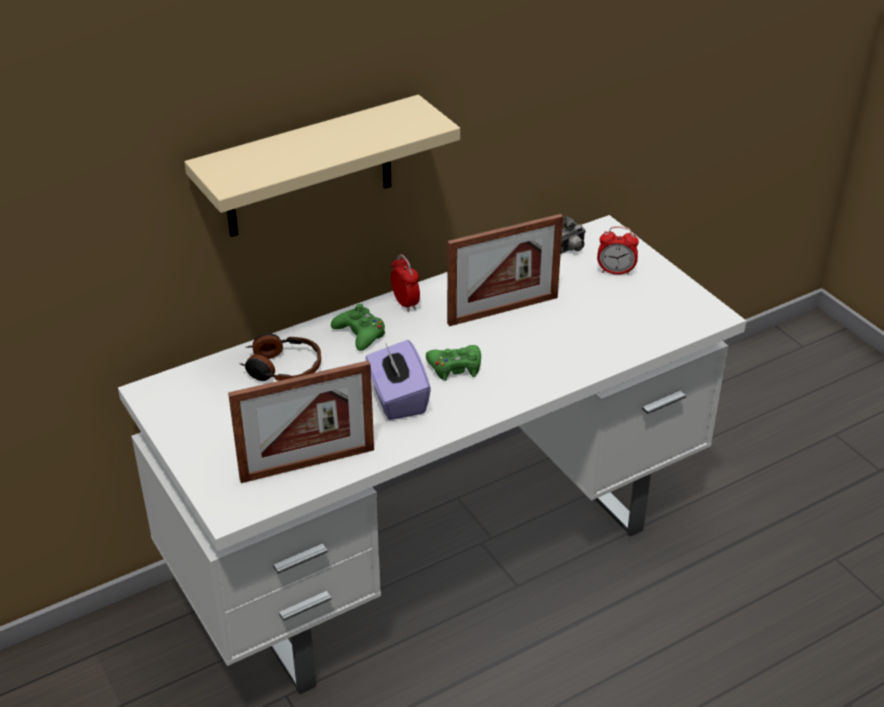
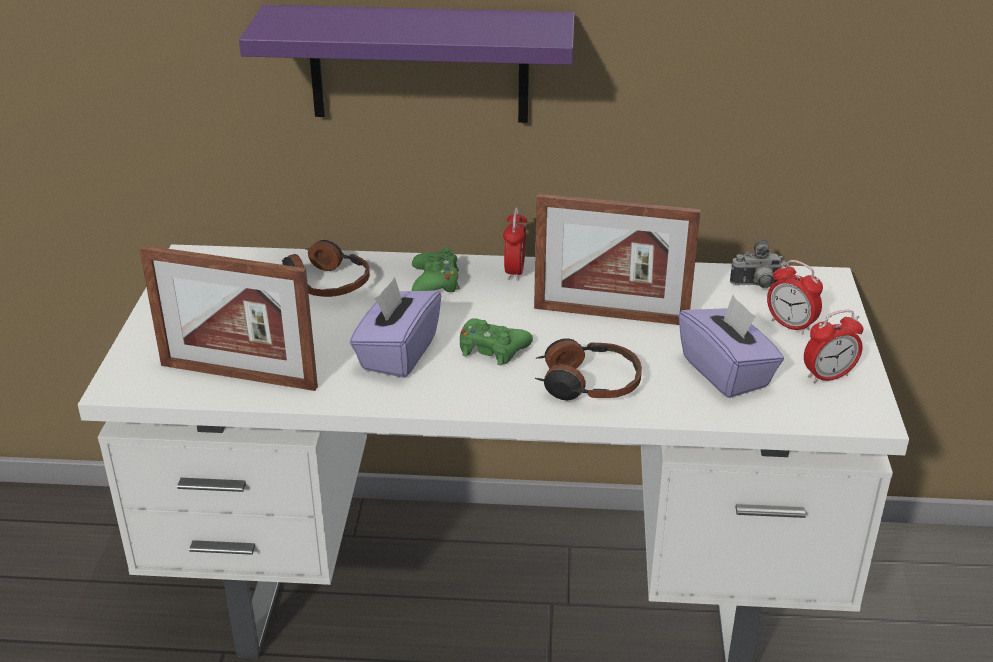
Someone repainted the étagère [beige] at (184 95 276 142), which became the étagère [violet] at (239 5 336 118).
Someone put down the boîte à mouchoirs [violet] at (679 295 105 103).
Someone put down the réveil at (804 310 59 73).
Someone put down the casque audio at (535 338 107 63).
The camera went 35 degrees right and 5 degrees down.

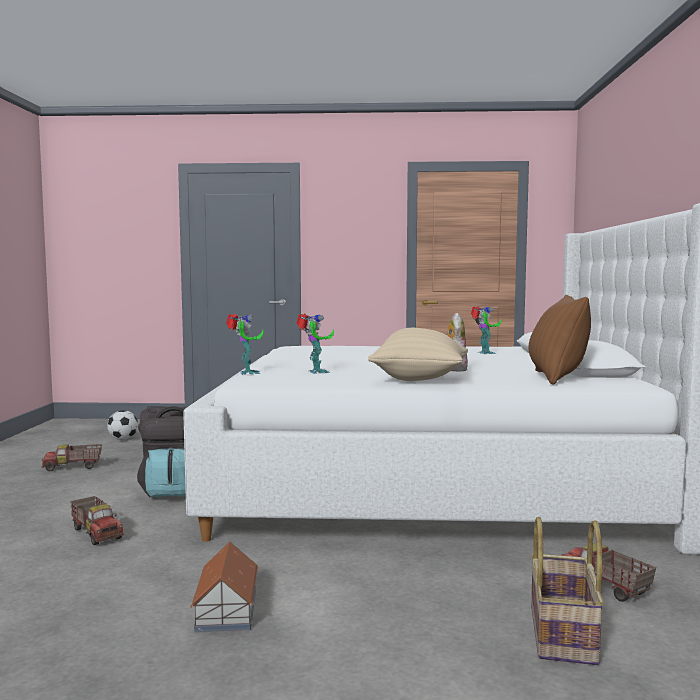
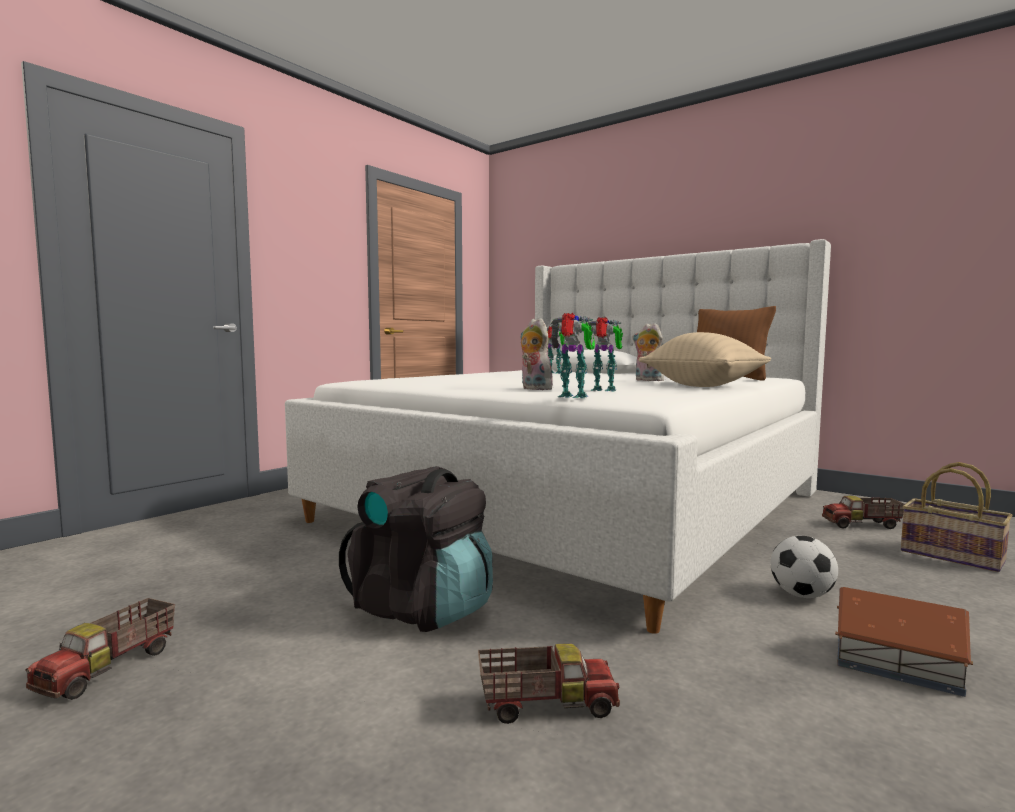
Someone carried the ballon de foot from (107 410 31 30) to (771 536 67 62).
Someone put down the peluche at (521 318 34 72).
The camera went 55 degrees left and 0 degrees up.

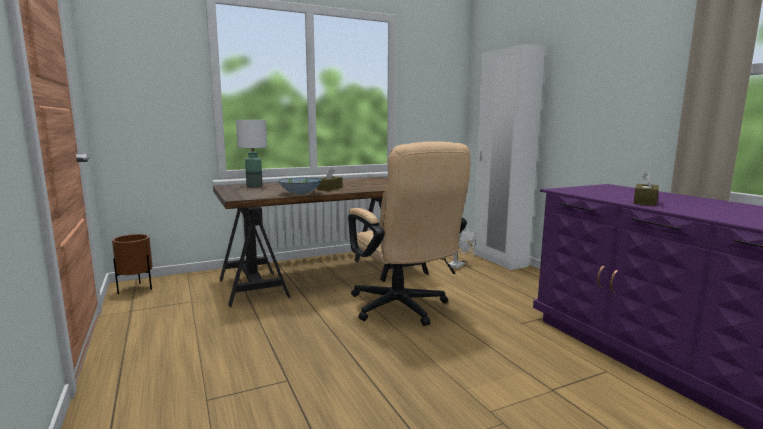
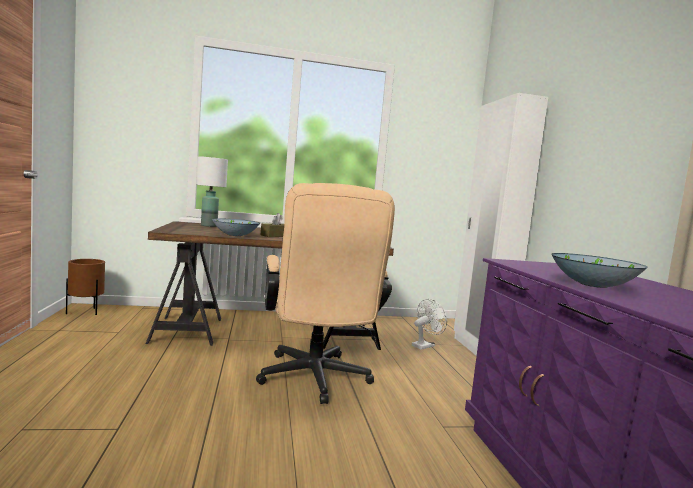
Someone swapped the boîte à mouchoirs [marron] at (633 171 26 35) for the bol at (551 253 96 35).
The camera went 15 degrees right and 5 degrees down.

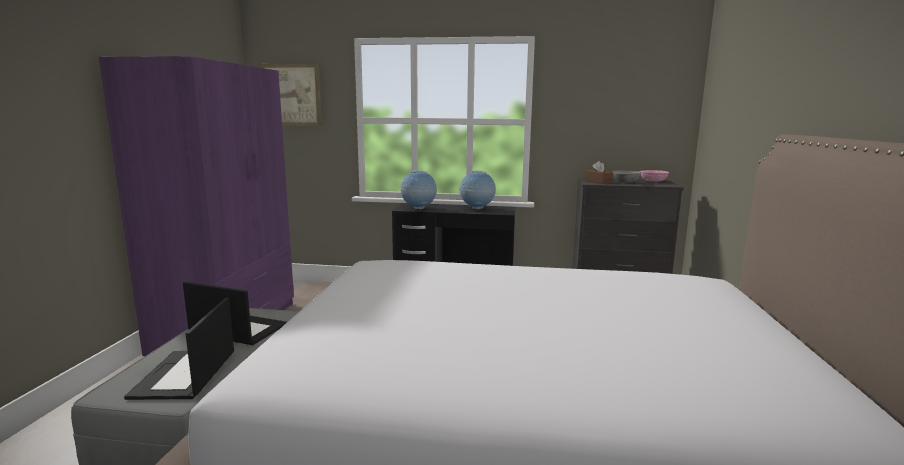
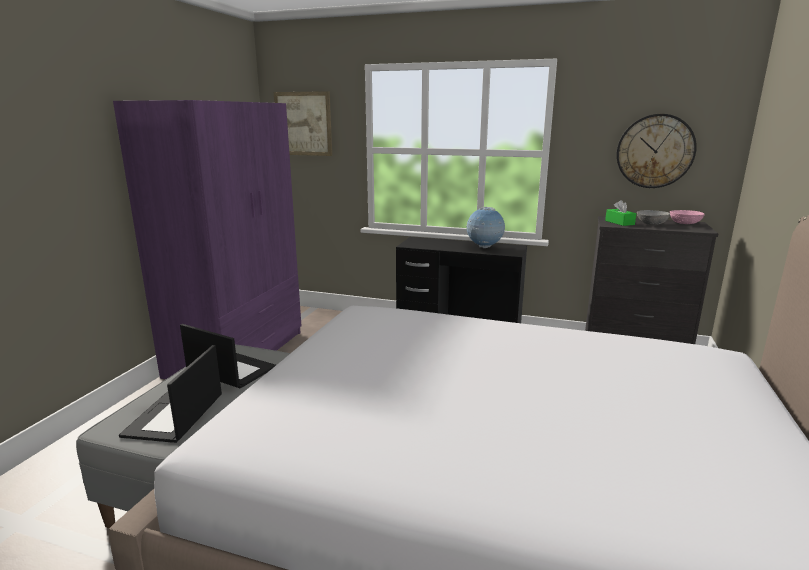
Someone repainted the boîte à mouchoirs [marron] at (585 161 28 23), which became the boîte à mouchoirs [vert] at (605 200 31 26).
Someone took away the globe at (400 170 37 39).
Someone put up the horloge murale at (616 114 81 74).
The camera went 10 degrees right and 5 degrees up.

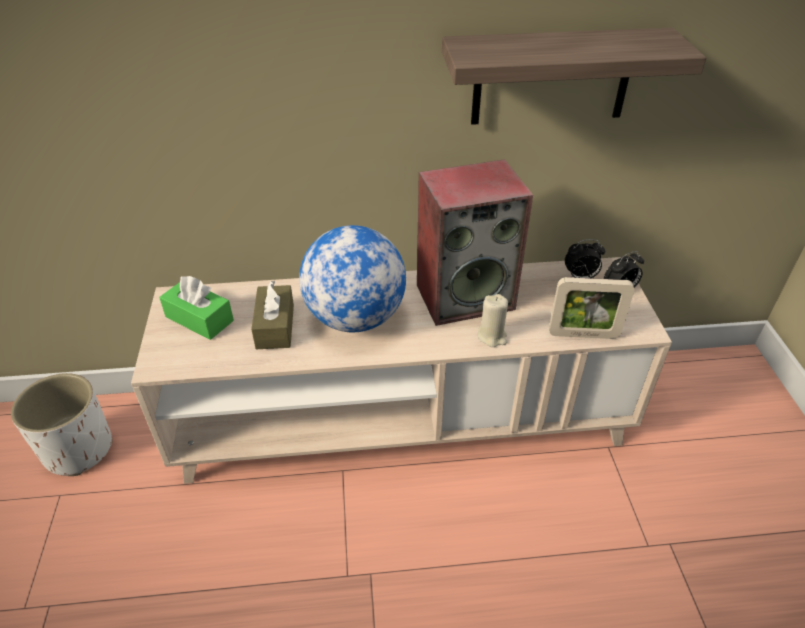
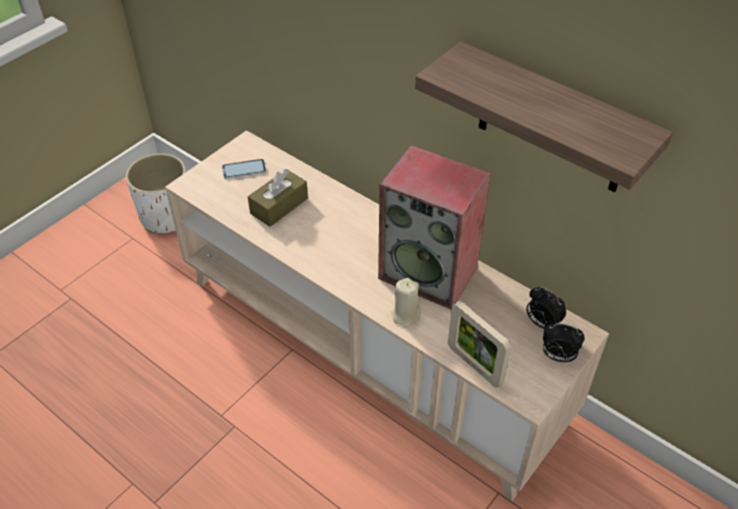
Someone took away the globe at (299 225 107 107).
Someone swapped the boîte à mouchoirs [vert] at (159 276 75 64) for the téléphone at (222 159 44 20).
The camera went 45 degrees right and 5 degrees up.

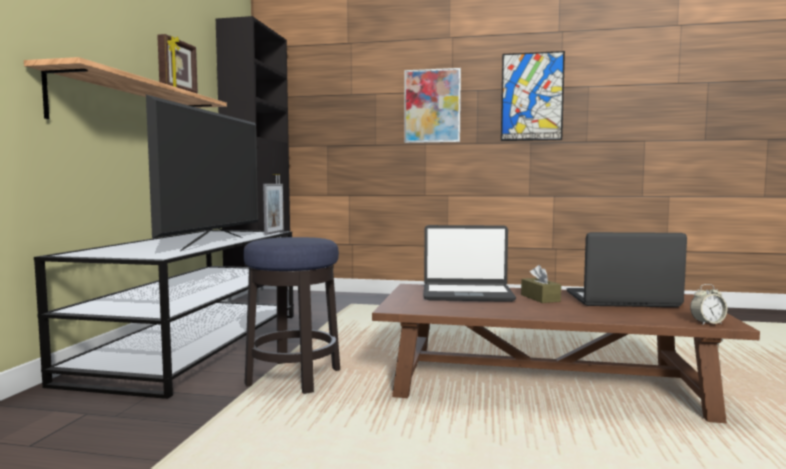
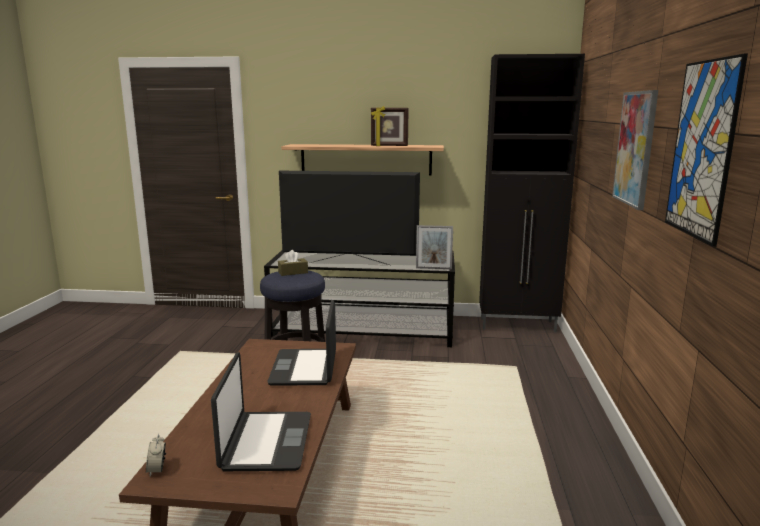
Someone carried the boîte à mouchoirs [marron] from (521 265 40 38) to (278 250 30 26).
The camera went 85 degrees right and 10 degrees up.

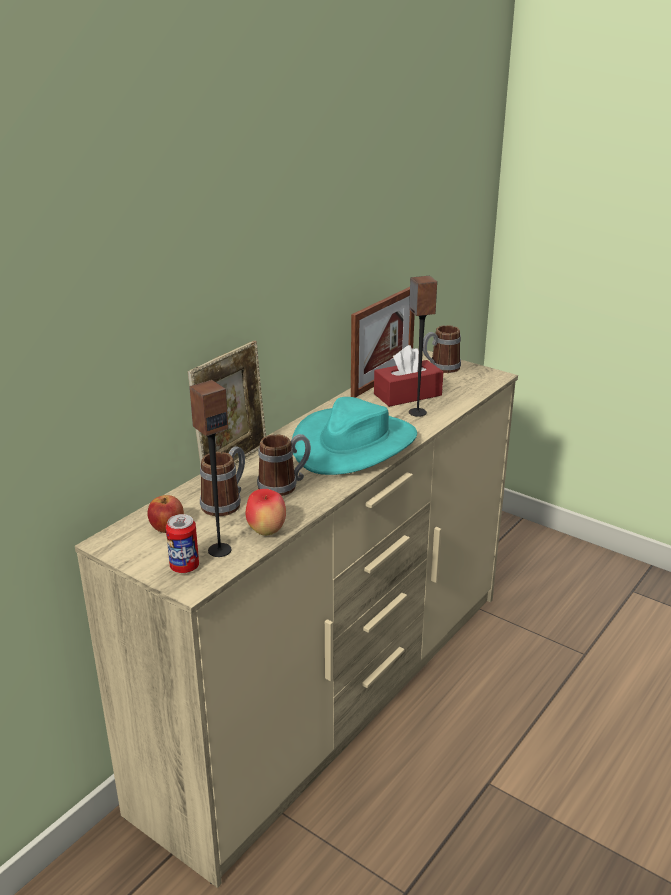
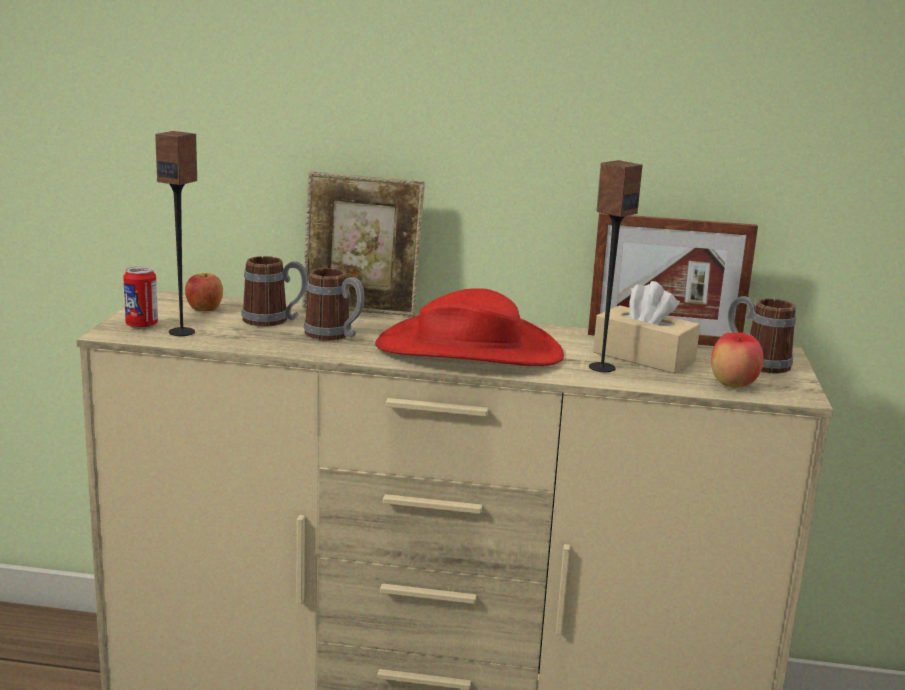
Someone repainted the boîte à mouchoirs [rouge] at (374 345 69 62), which became the boîte à mouchoirs [beige] at (593 281 107 93).
Someone repainted the chapeau [turquoise] at (292 397 125 78), which became the chapeau [rouge] at (375 288 189 78).
Someone carried the pomme from (246 489 40 47) to (711 332 53 56).
The camera went 60 degrees right and 10 degrees down.

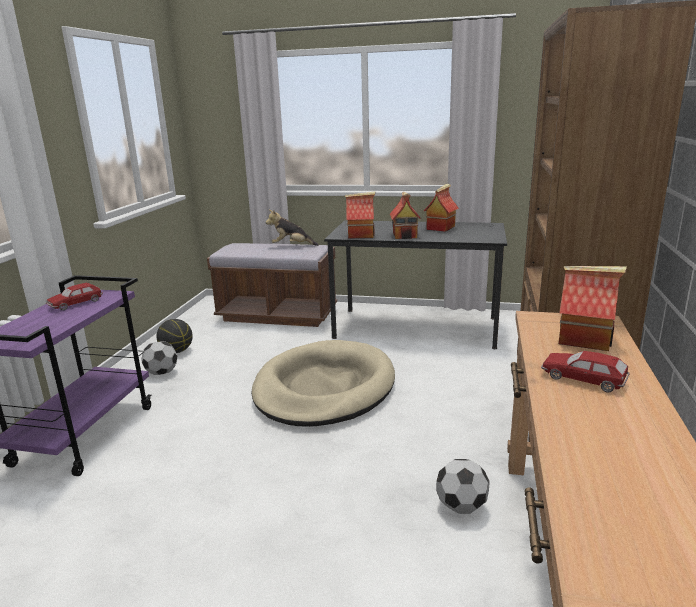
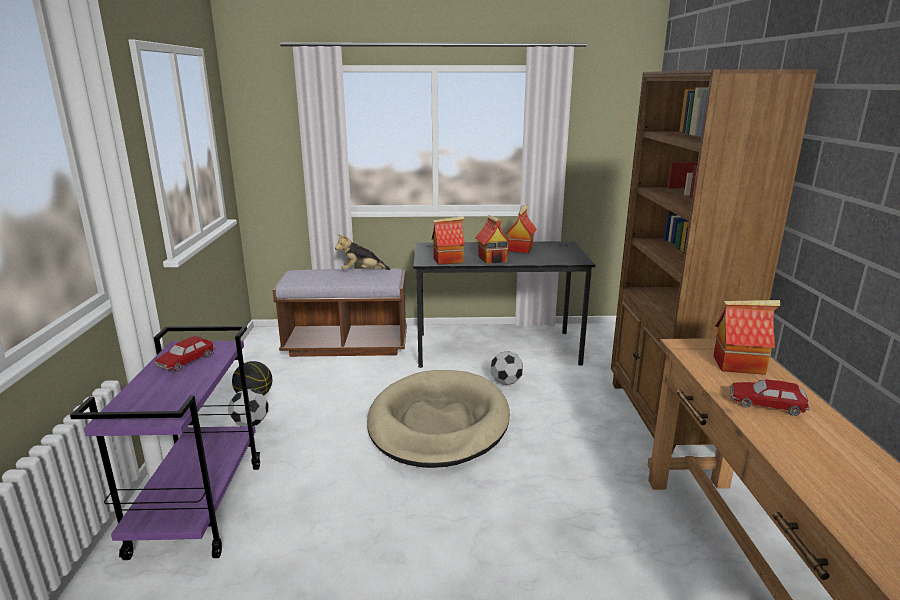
Someone carried the ballon de foot from (436 459 54 55) to (491 351 32 34).
The camera went 15 degrees left and 0 degrees up.

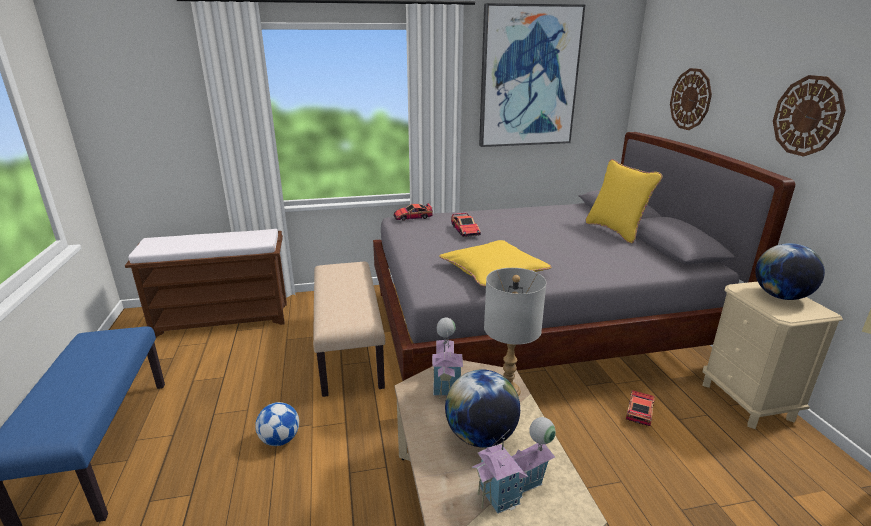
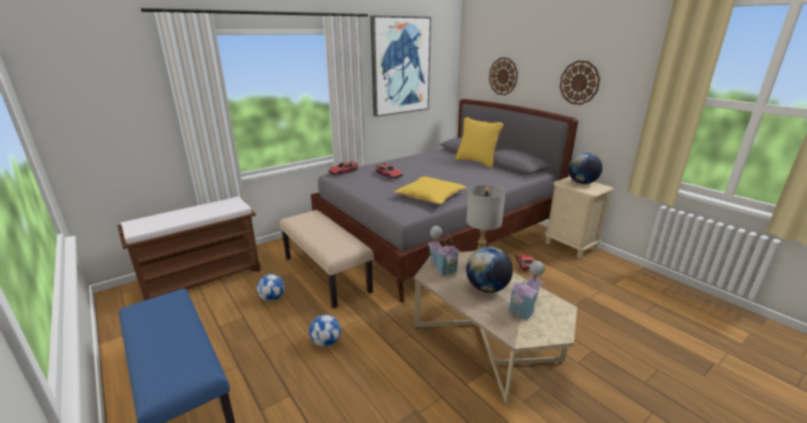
Someone put down the ballon de foot at (257 274 28 27).
The camera went 25 degrees left and 0 degrees up.

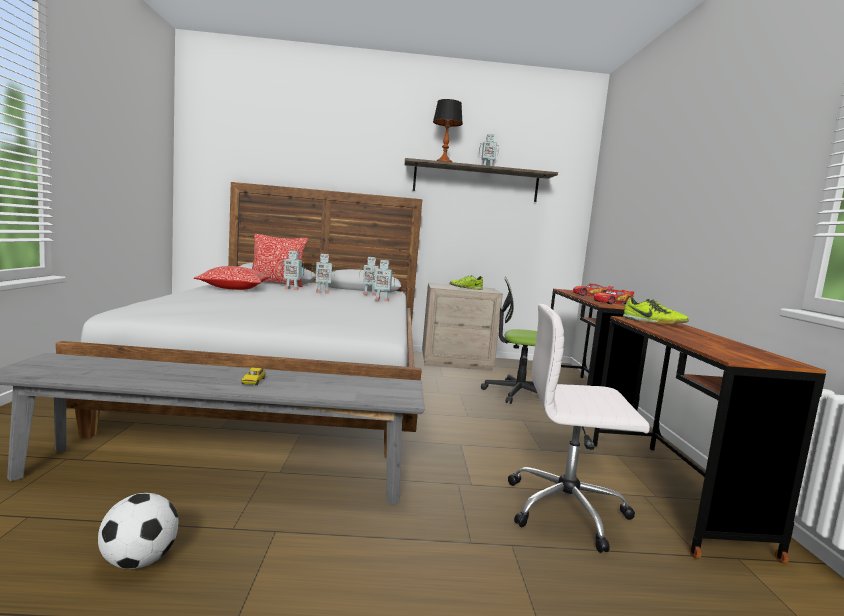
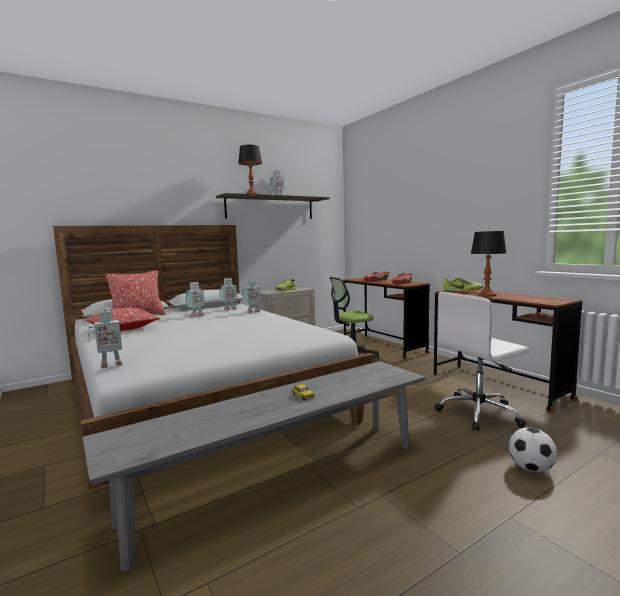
Someone carried the robot jouet from (281 250 23 40) to (88 308 38 60).
Someone carried the ballon de foot from (98 493 80 76) to (509 427 48 45).
Someone put down the lampe de table at (471 231 35 66).
The camera went 30 degrees left and 0 degrees up.

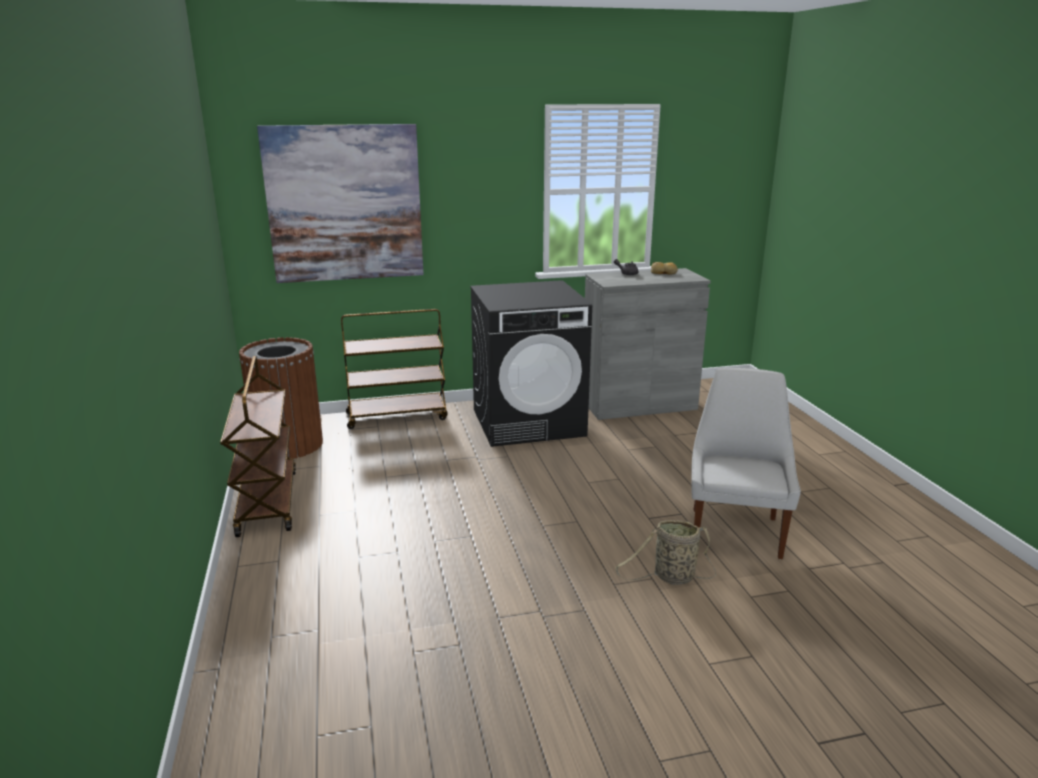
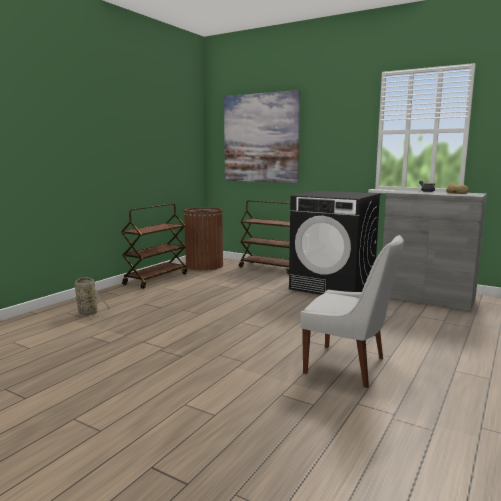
Someone rotated the chaise [blanc] at (691 368 110 191) by 60 degrees clockwise.
Someone carried the panier from (615 520 101 65) to (70 277 41 40).
The camera went 45 degrees right and 10 degrees down.

